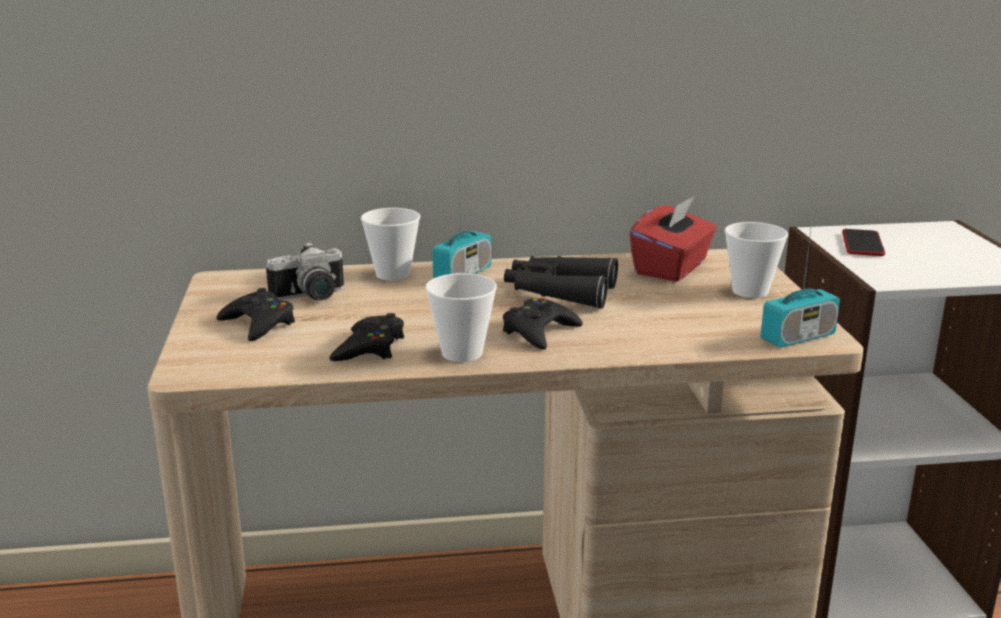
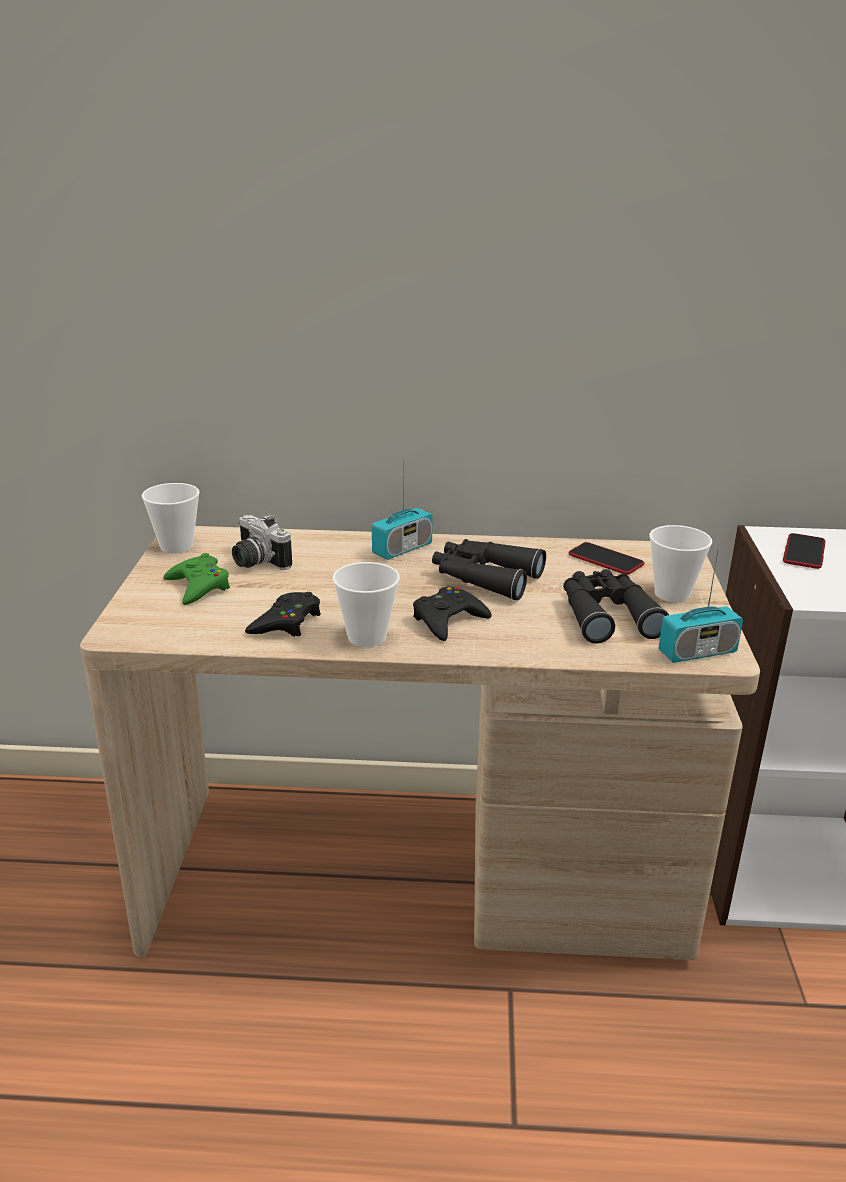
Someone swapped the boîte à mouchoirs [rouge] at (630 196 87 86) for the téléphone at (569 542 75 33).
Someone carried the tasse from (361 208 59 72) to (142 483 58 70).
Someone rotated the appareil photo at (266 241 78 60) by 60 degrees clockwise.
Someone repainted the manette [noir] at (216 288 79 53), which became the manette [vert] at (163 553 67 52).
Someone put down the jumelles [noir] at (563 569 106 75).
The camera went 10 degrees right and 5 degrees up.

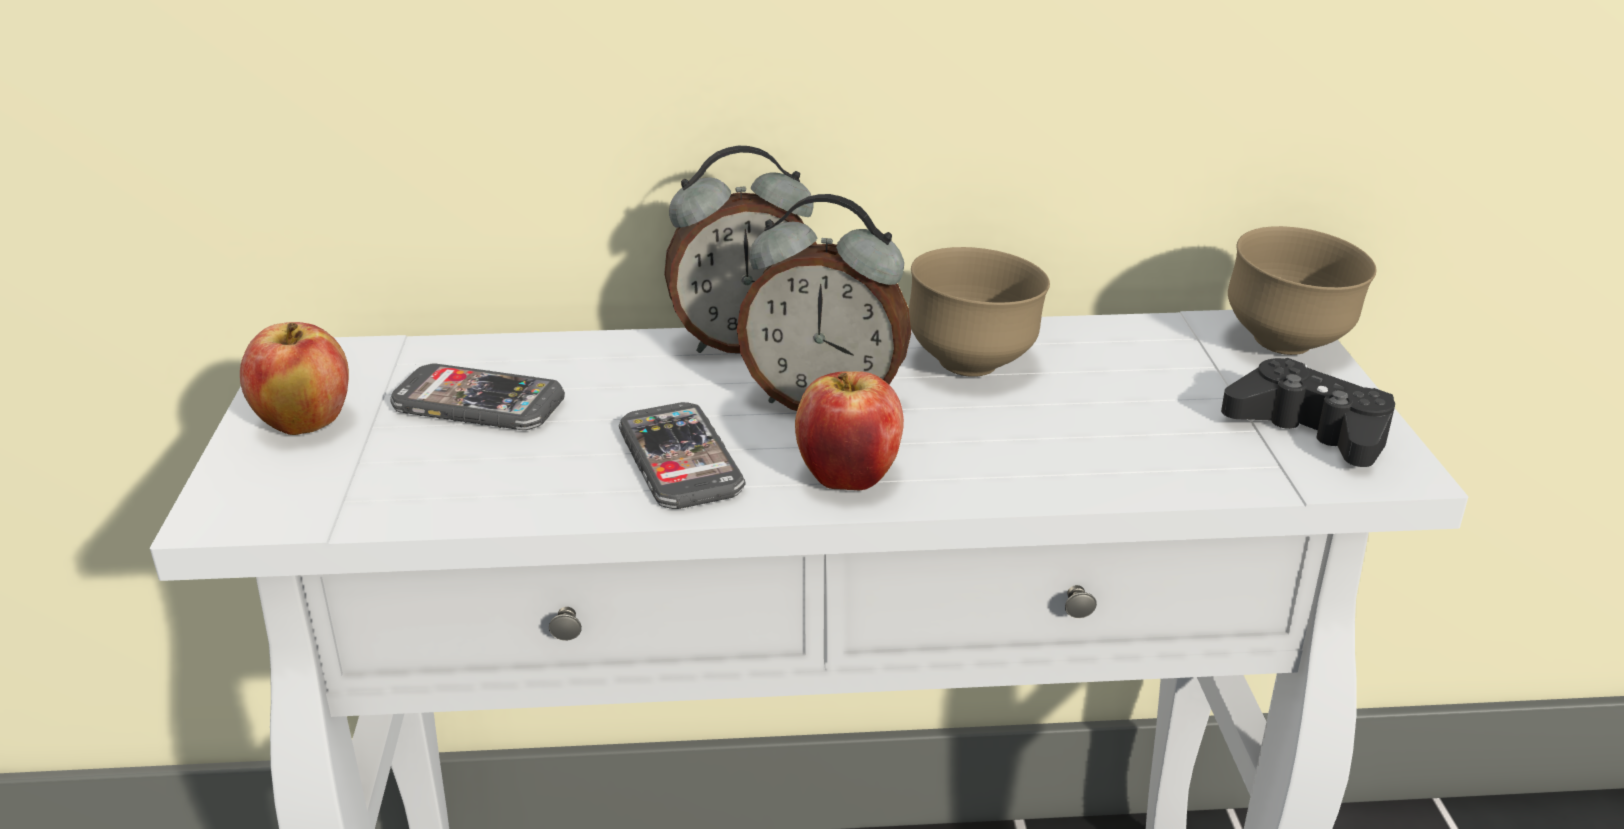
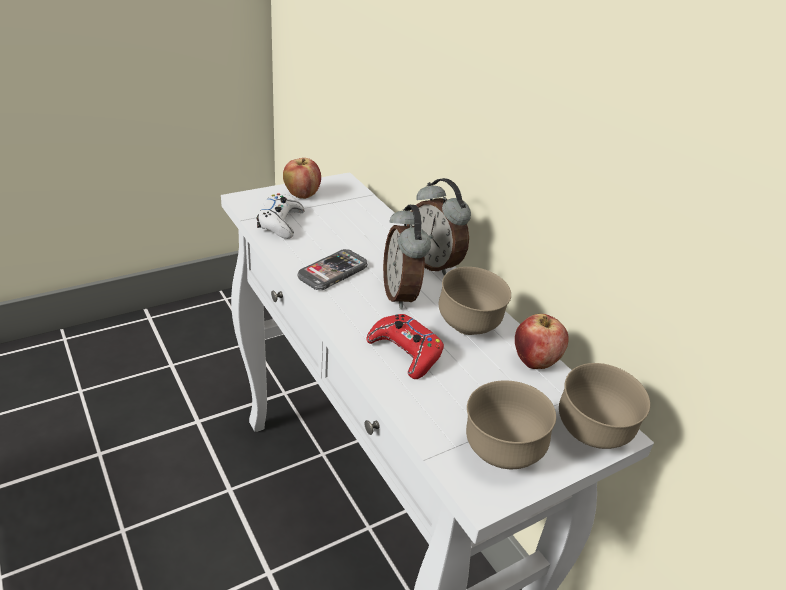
Someone swapped the manette [noir] at (1221 358 174 109) for the bol [marron] at (466 381 90 88).
Someone took away the téléphone at (390 363 175 67).
Someone carried the pomme from (795 371 109 119) to (515 314 54 55).
Someone put down the manette [blanc] at (257 193 47 46).
Someone put down the manette [rouge] at (366 314 78 65).
The camera went 60 degrees right and 5 degrees up.

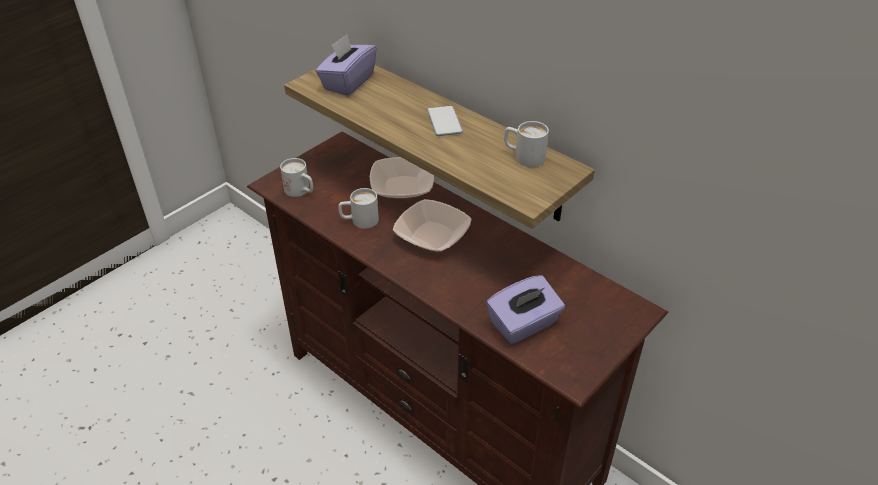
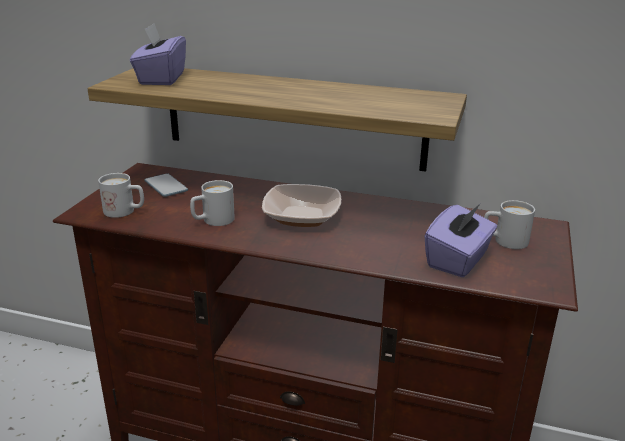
Someone carried the téléphone from (427 106 36 30) to (144 173 44 24).
Someone carried the mug [blanc] from (504 121 45 46) to (484 200 51 49).
Someone took away the bol at (370 157 64 42).
The camera went 25 degrees left and 15 degrees down.

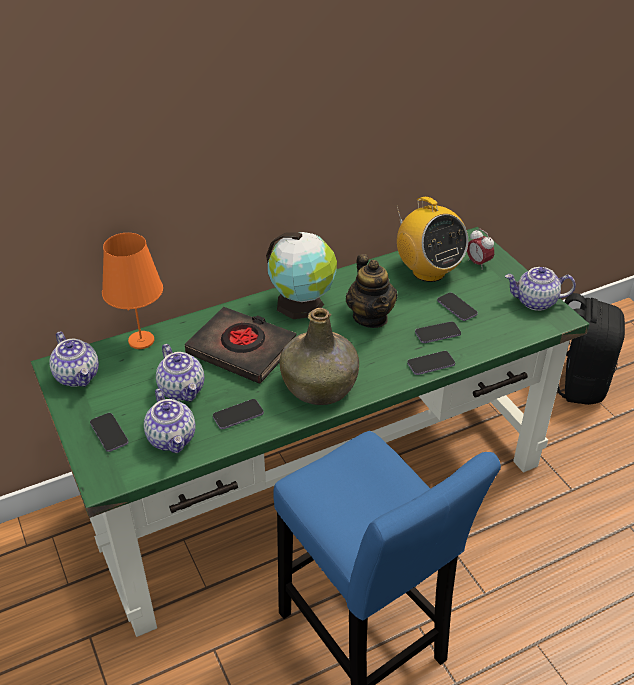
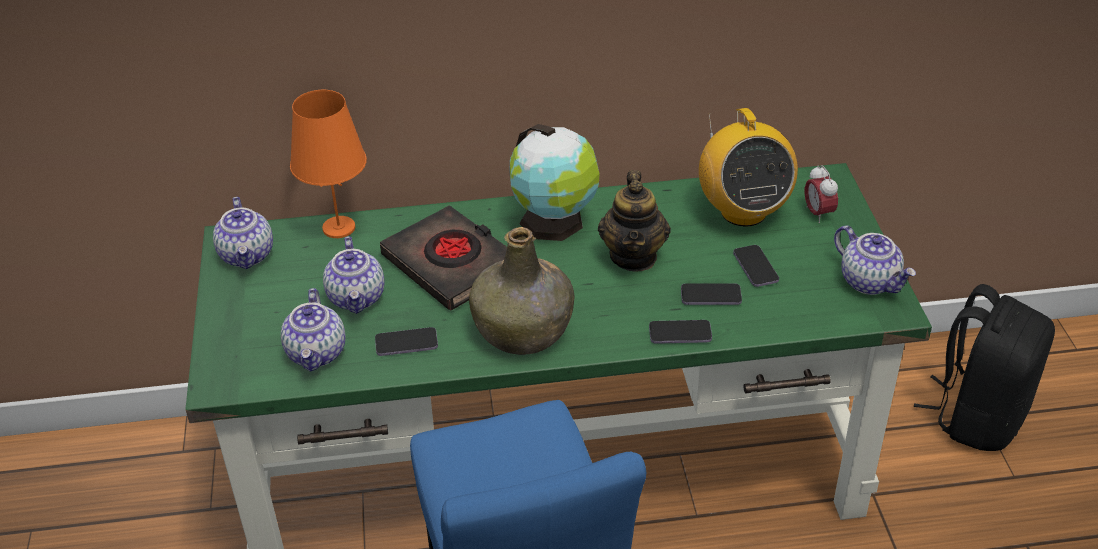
Someone rotated the théière at (505 267 71 44) by 150 degrees counterclockwise.
Someone took away the téléphone at (90 413 39 39).
The camera went 20 degrees right and 0 degrees up.

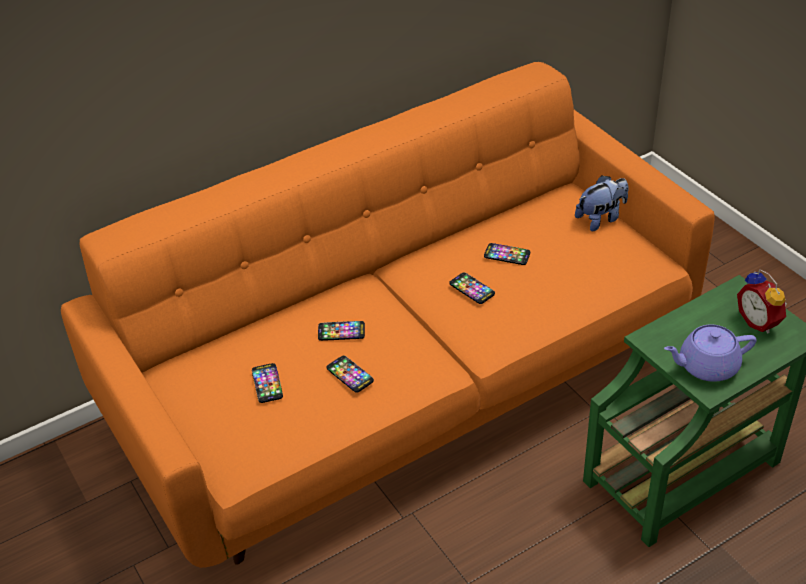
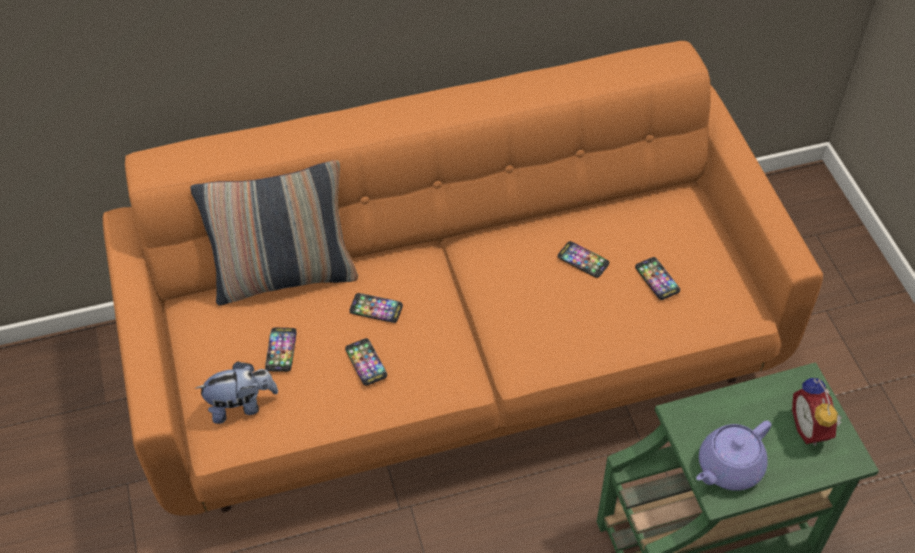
Someone carried the peluche from (575 175 53 56) to (195 361 83 63).
Someone carried the téléphone from (449 272 46 32) to (635 257 45 43).
Someone rotated the théière [violet] at (664 324 93 58) by 45 degrees counterclockwise.
Someone put down the coussin at (190 160 168 145).
The camera went 15 degrees right and 10 degrees up.

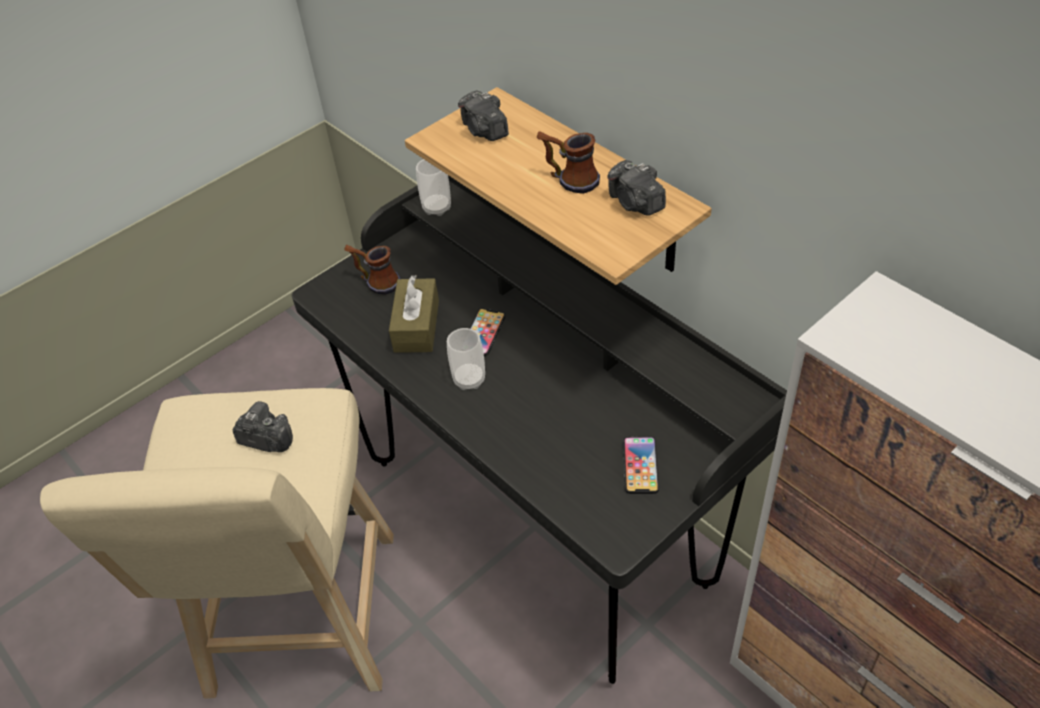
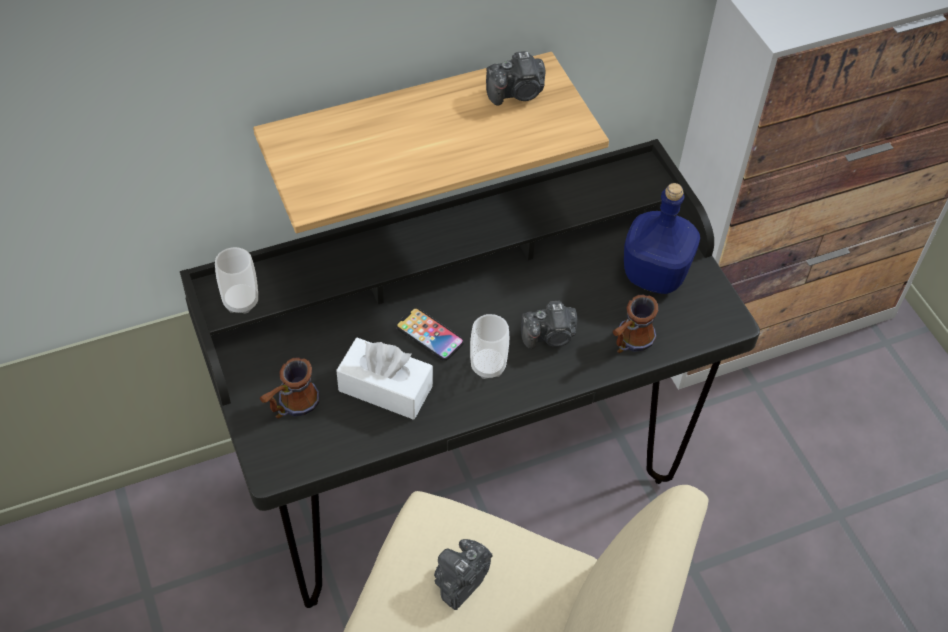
Someone carried the appareil photo from (458 90 51 51) to (521 301 57 48).
Someone carried the mug from (537 131 63 63) to (612 295 46 58).
Someone repainted the boîte à mouchoirs [marron] at (389 275 50 78), which became the boîte à mouchoirs [blanc] at (336 338 97 82).
Someone swapped the téléphone at (623 436 36 58) for the bouteille [bleu] at (624 183 76 111).
The camera went 75 degrees left and 5 degrees up.

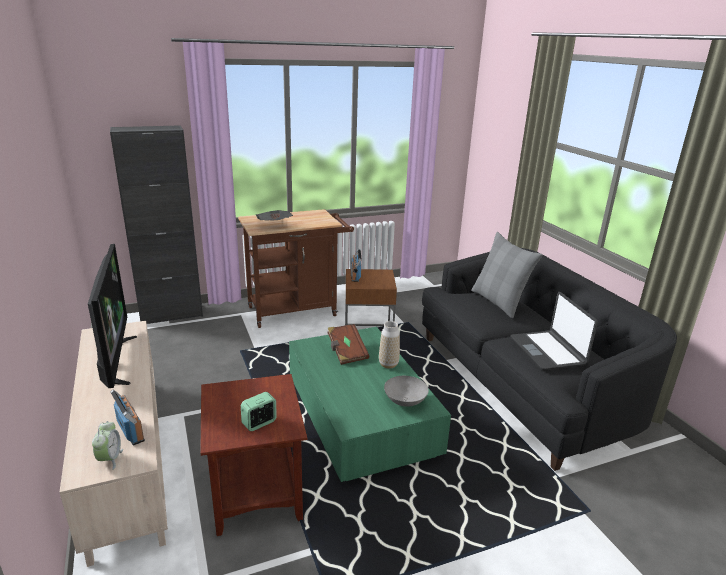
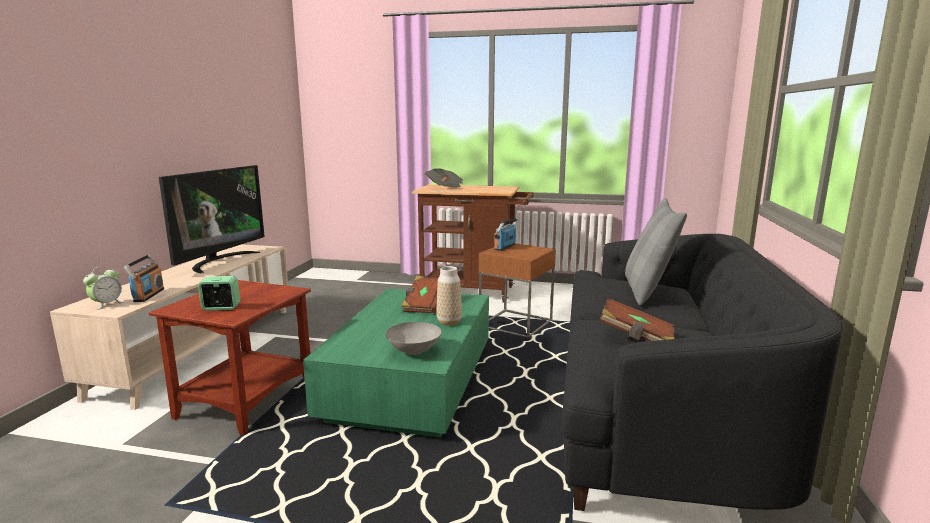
Someone took away the meuble de rangement [noir] at (110 125 93 199).
Someone swapped the ordinateur portable at (511 292 87 78) for the livre [marron] at (599 298 76 43).
The camera went 35 degrees right and 10 degrees down.

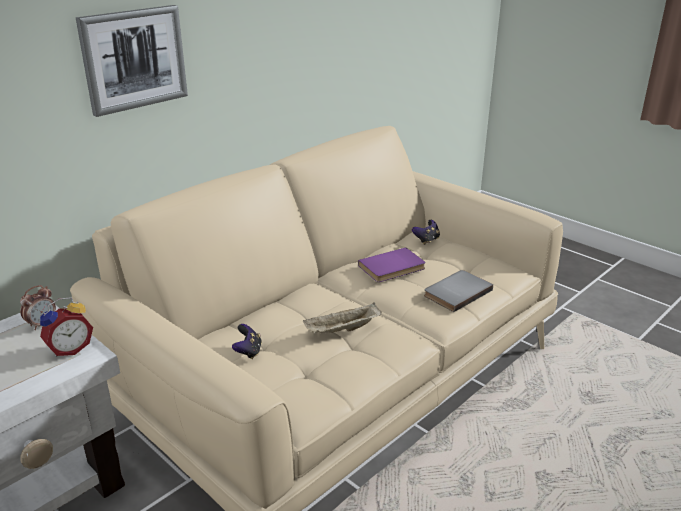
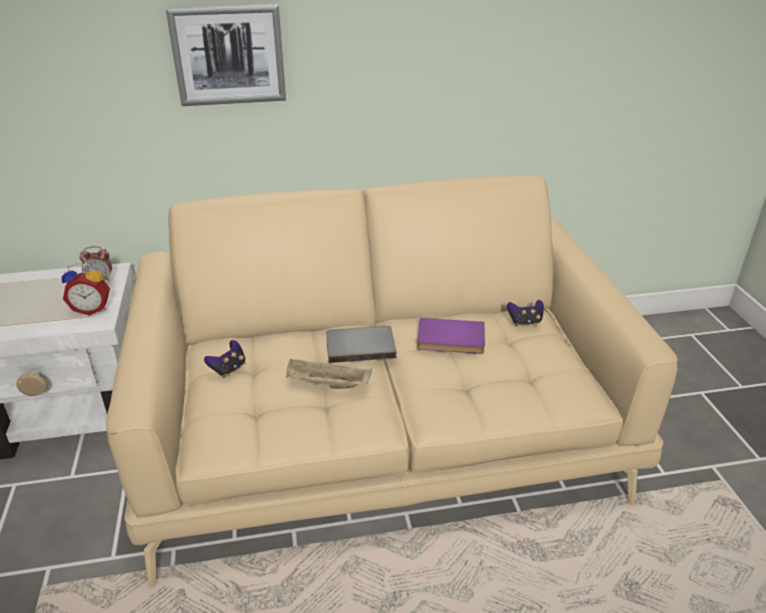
Someone carried the livre [gris] from (424 270 69 42) to (326 326 71 37).
The camera went 35 degrees right and 5 degrees up.

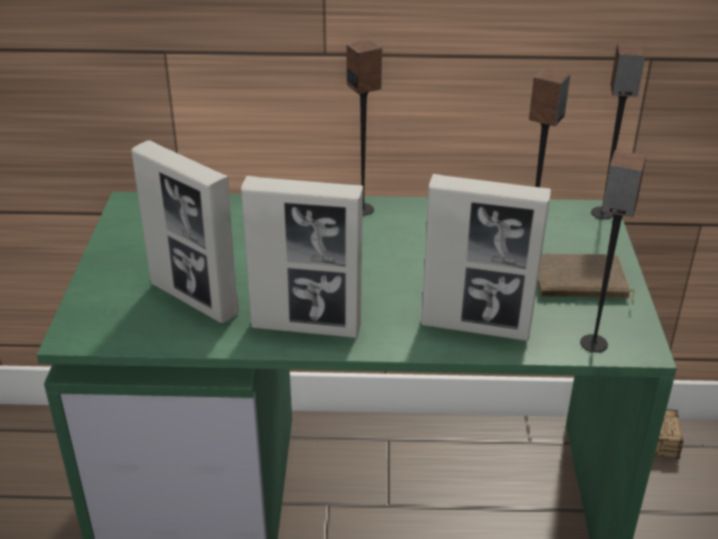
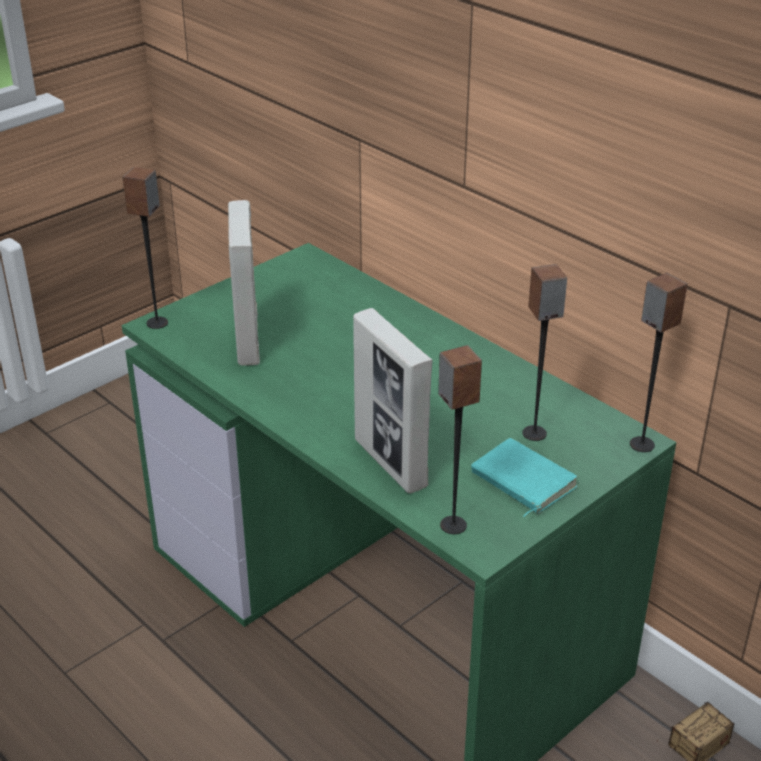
Someone carried the enceinte from (346 40 36 176) to (122 167 46 162).
Someone took away the cadre photo at (241 176 122 162).
Someone repainted the livre [marron] at (537 254 98 51), which became the livre [turquoise] at (471 438 107 79).
The camera went 45 degrees right and 0 degrees up.

